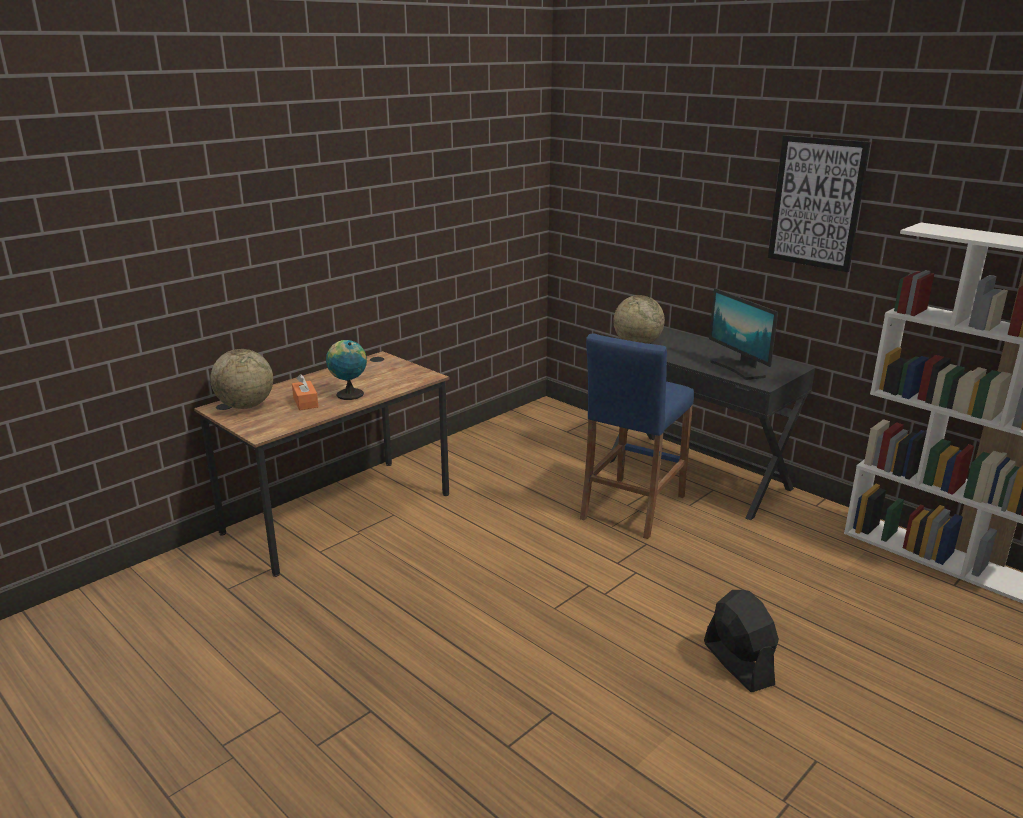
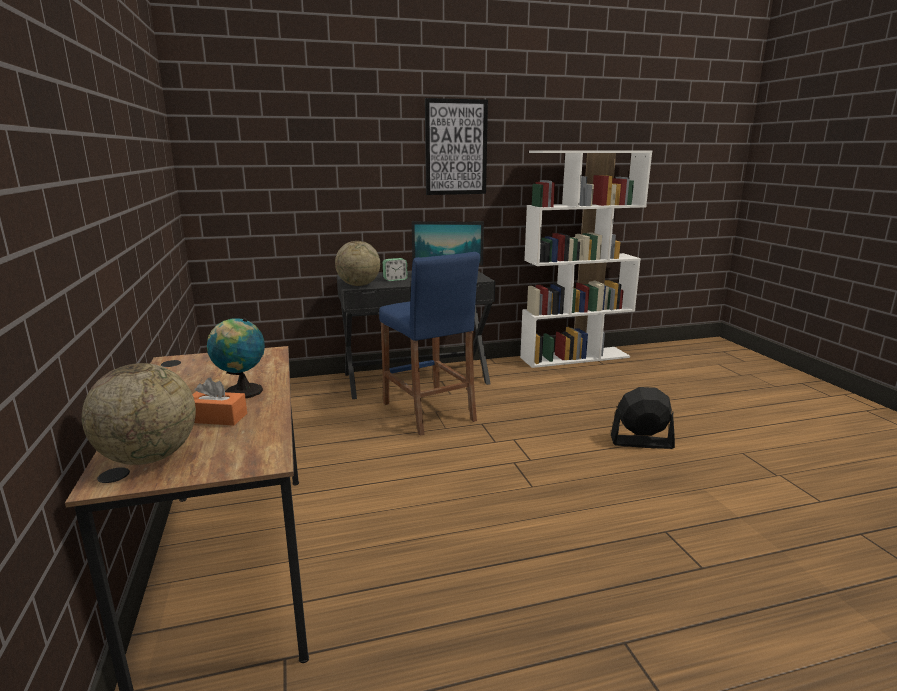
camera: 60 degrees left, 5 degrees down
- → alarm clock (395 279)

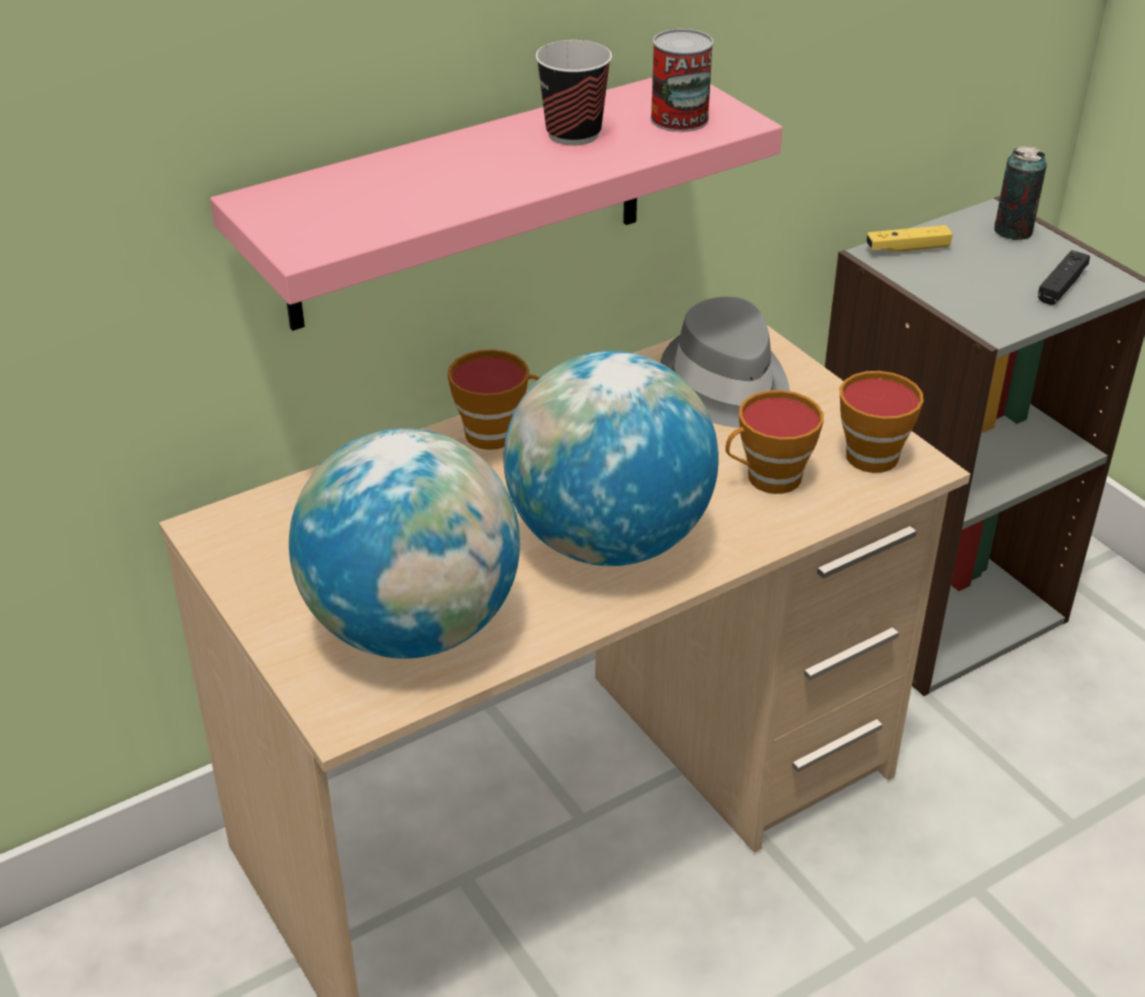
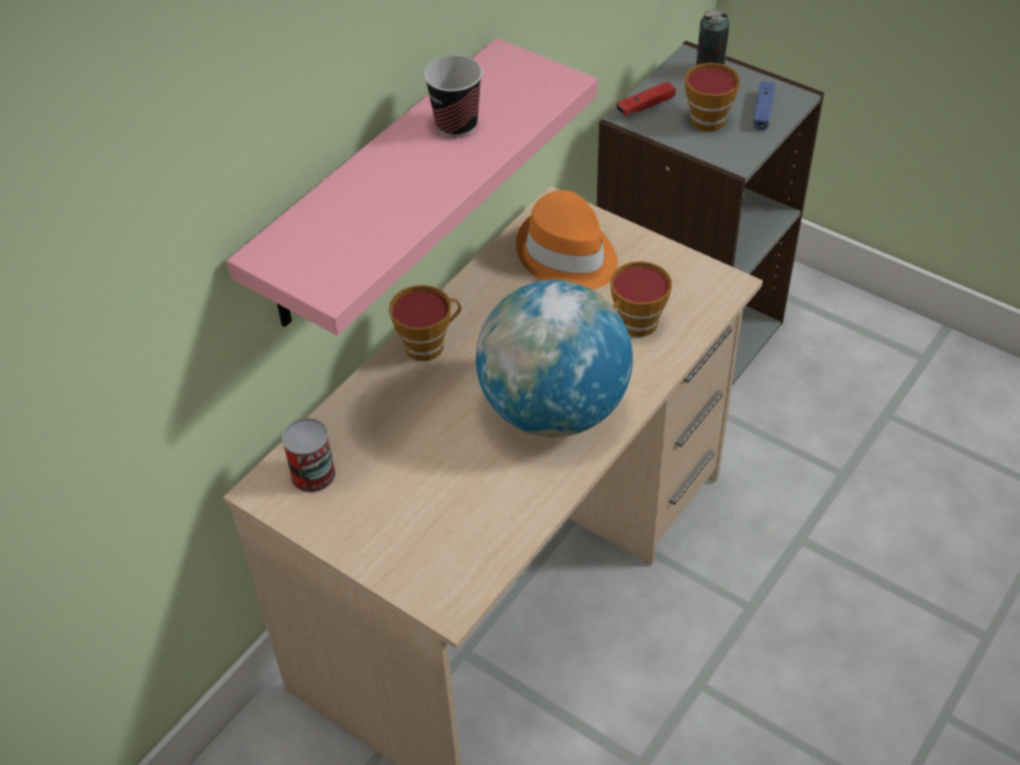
camera: 20 degrees left, 10 degrees up
can (679 119) → can (313 474), move
grey hat (725 385) → orange hat (567 255)
yellow game controller (907 248) → red game controller (645 106)
cup (871 452) → cup (705 118), move
black game controller (1061 286) → blue game controller (763 111)
globe (413 627) → -

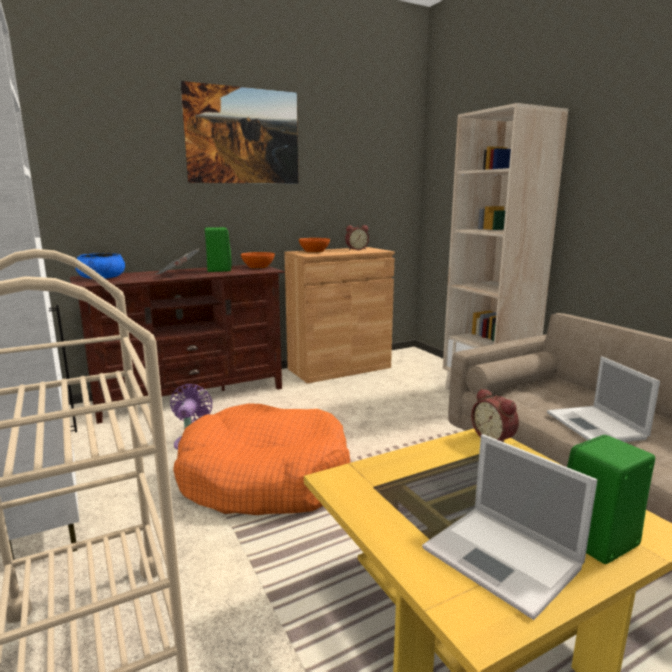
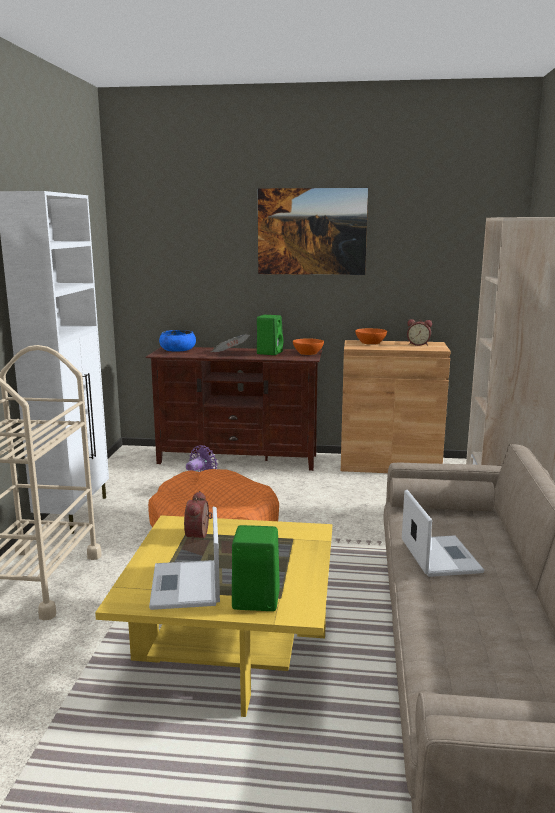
camera: 35 degrees right, 0 degrees up
alarm clock (494 438) → alarm clock (200 535), move
laptop (597 426) → laptop (439 555), 150 degrees clockwise

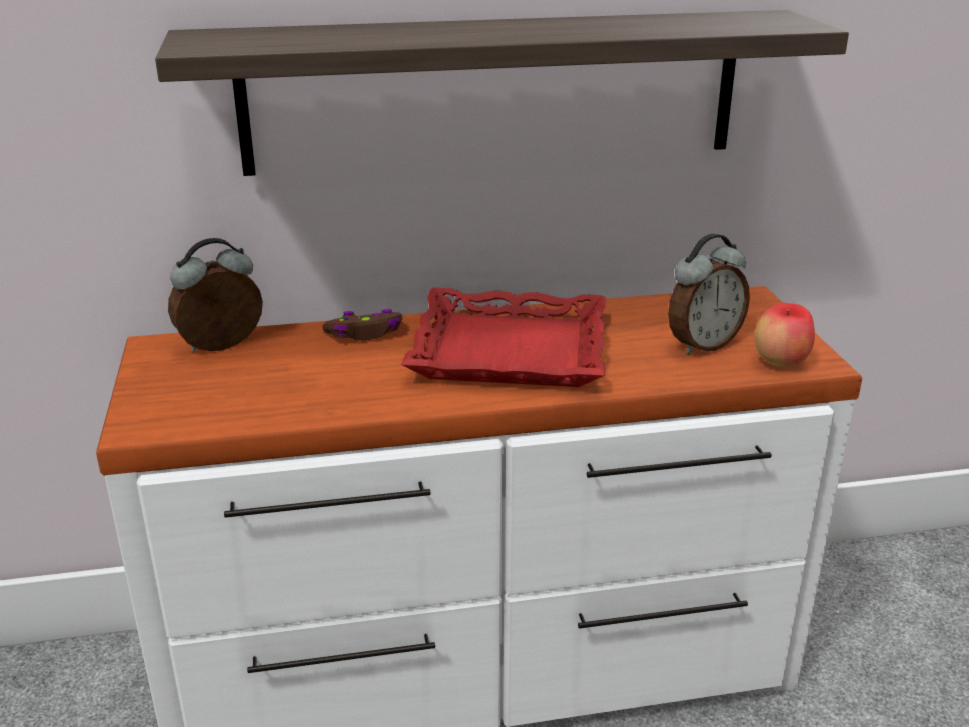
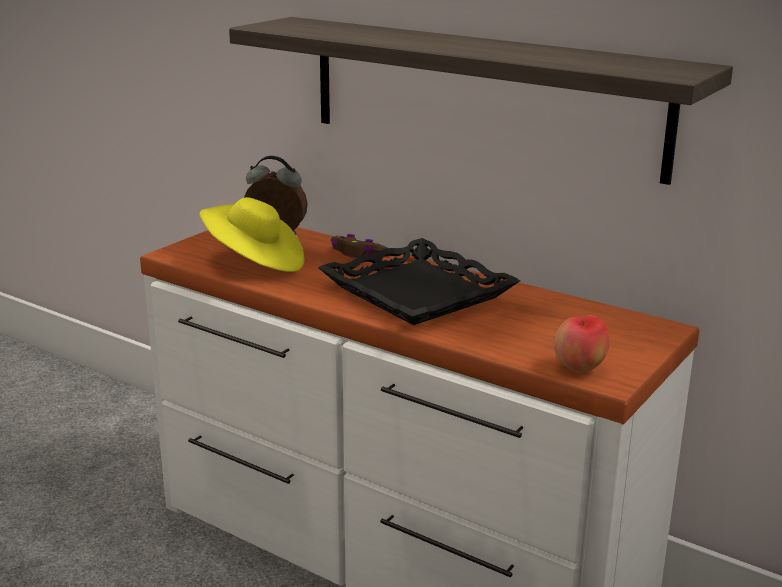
camera: 45 degrees right, 5 degrees down
- → yellow hat (255 262)
red tray (510 350) → black tray (419 292)
alarm clock (702 345) → -

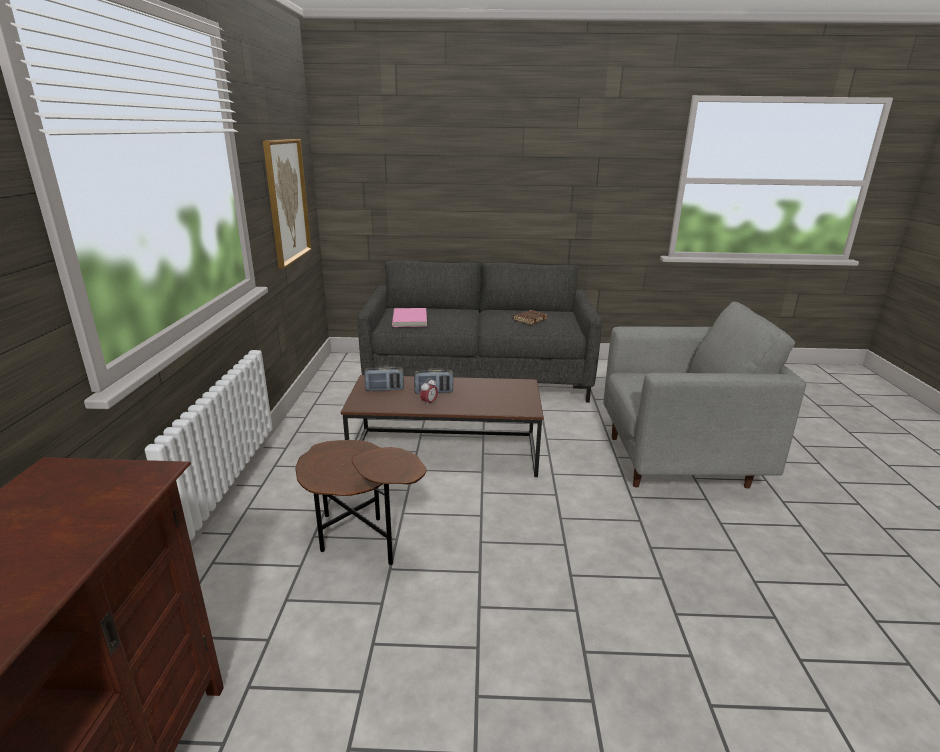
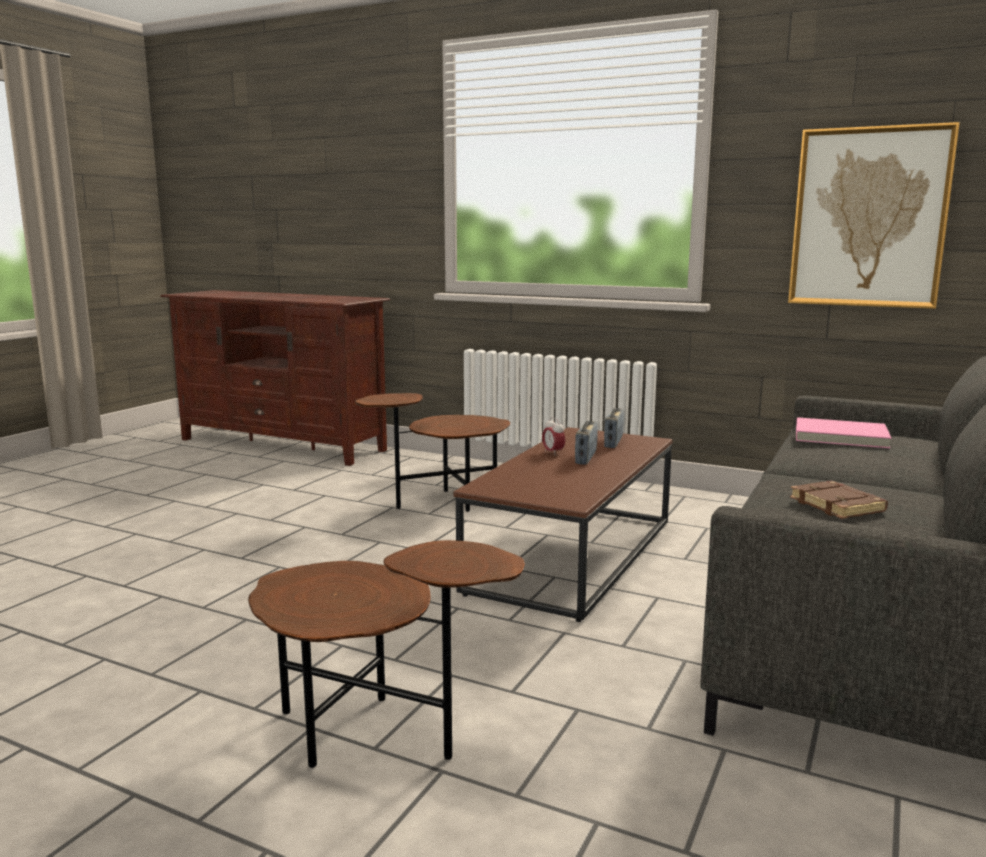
camera: 115 degrees right, 10 degrees down
grey armchair (677 461) → brown side table (374 736)

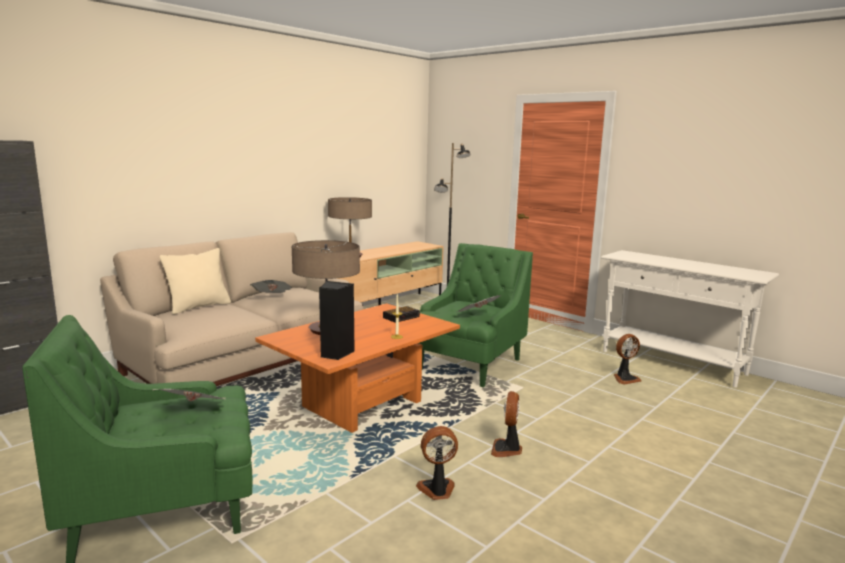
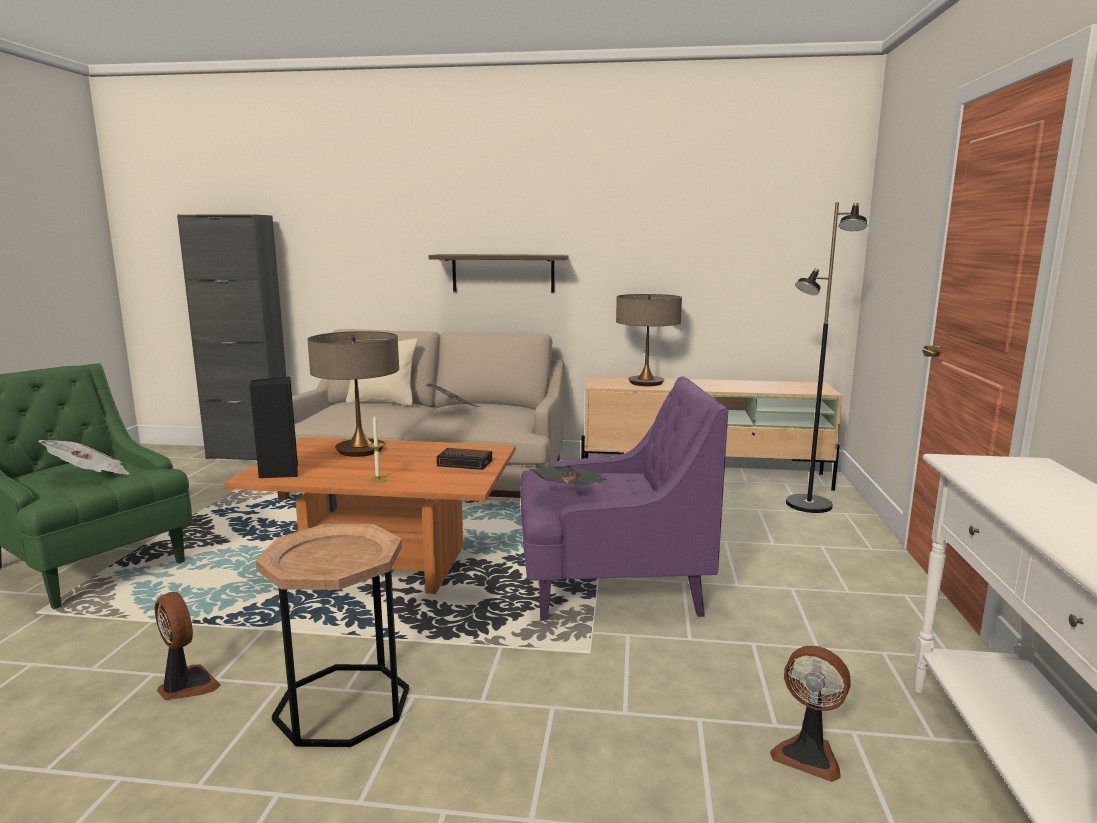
camera: 55 degrees right, 0 degrees up
fan (507 449) → brown side table (342 704)
- → shelf (503 273)
green armchair (469 365) → purple armchair (610 587)

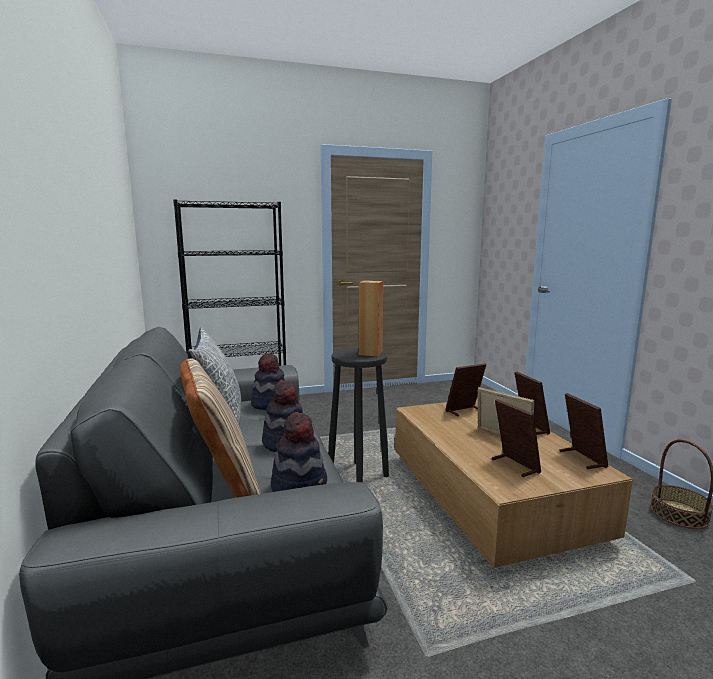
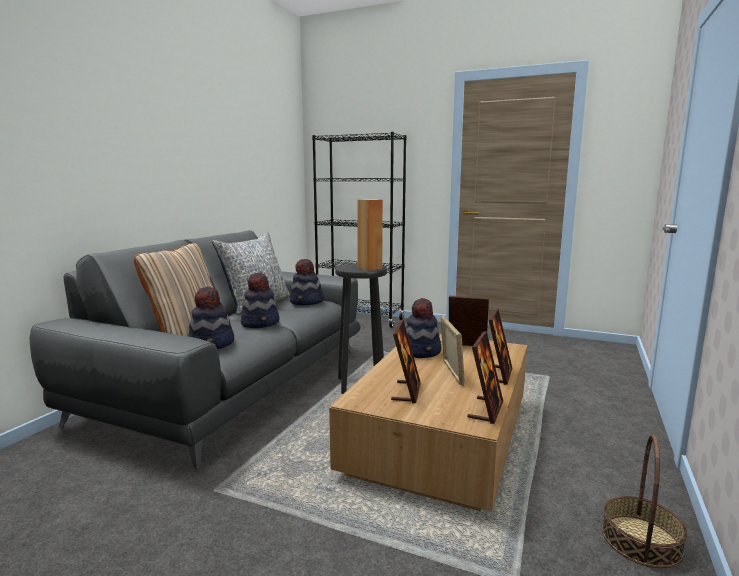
camera: 40 degrees right, 0 degrees up
- → hat (421 352)

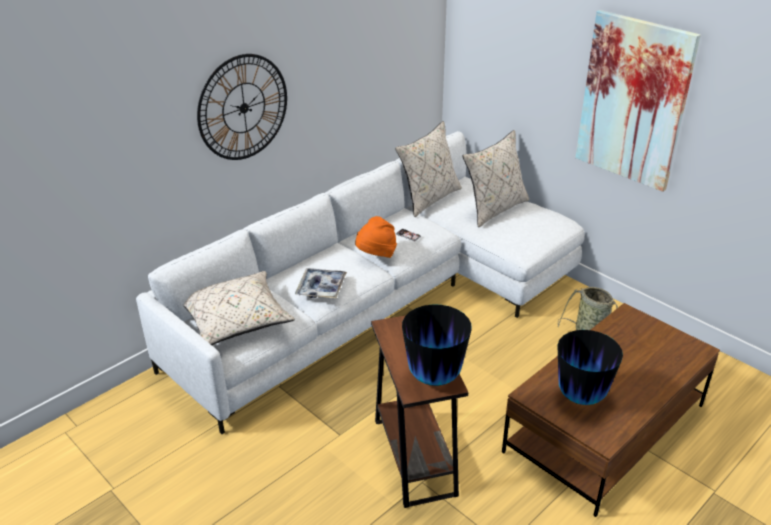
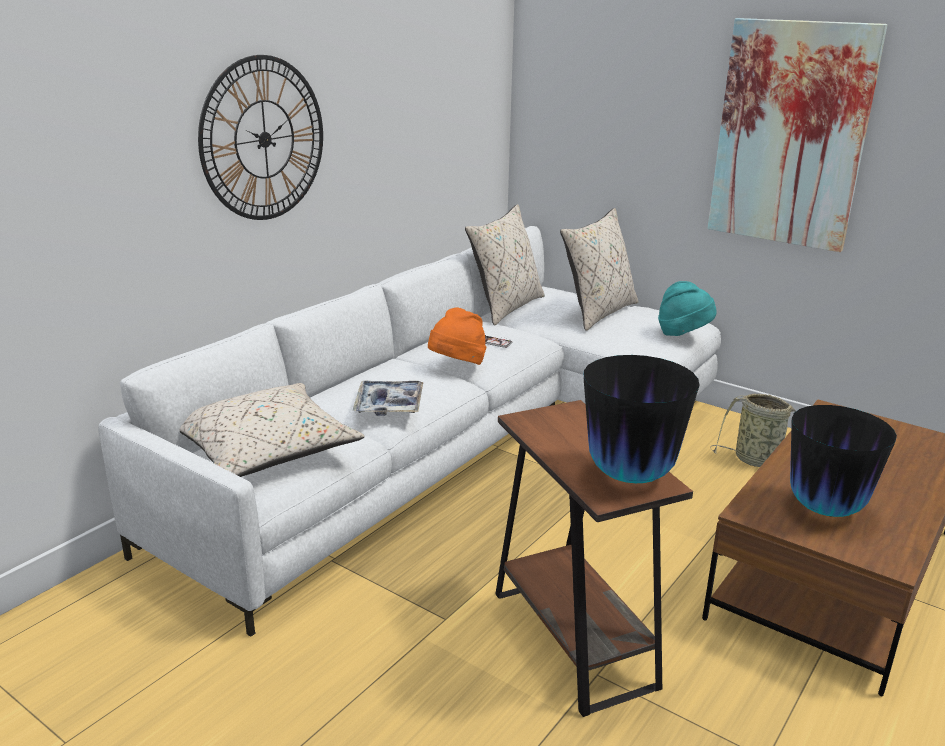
camera: 10 degrees left, 10 degrees down
- → turquoise hat (683 334)

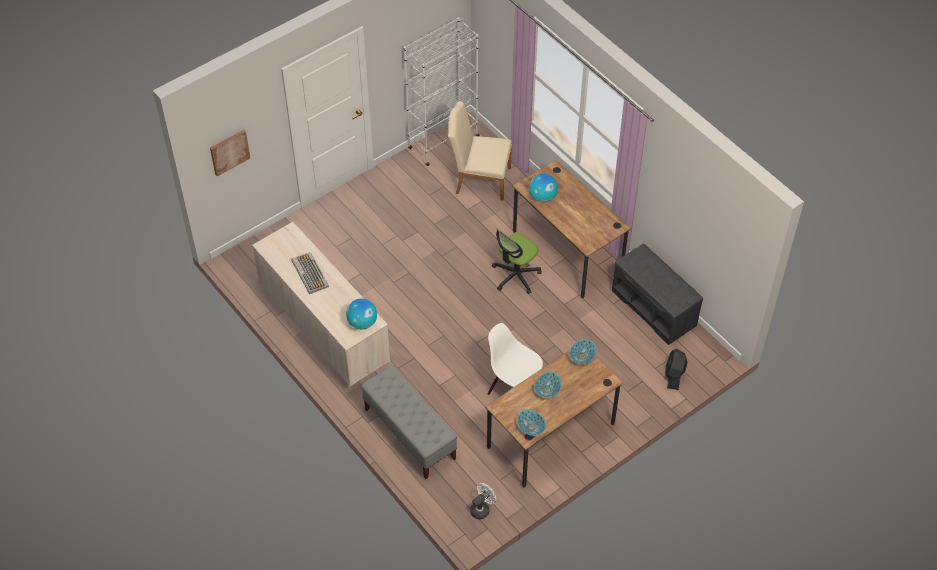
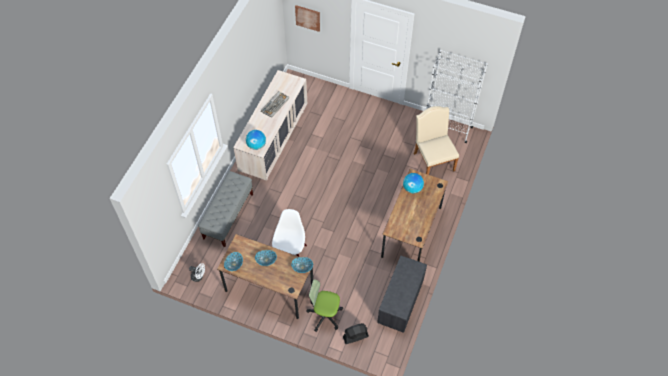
camera: 60 degrees right, 5 degrees up
office chair (515 276) → office chair (325 315), move

